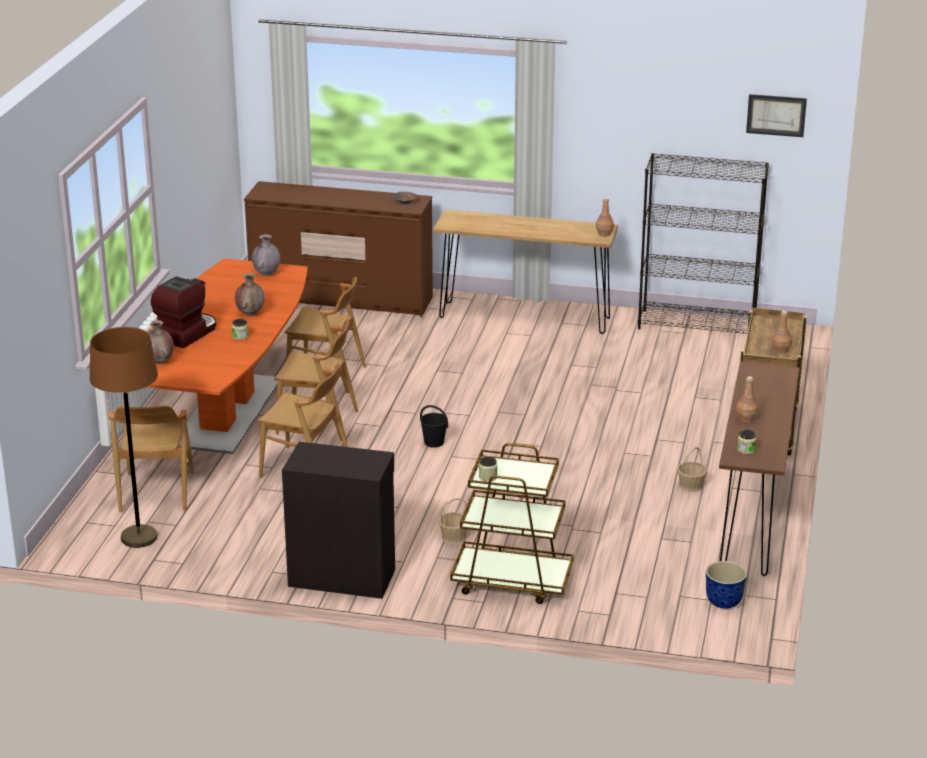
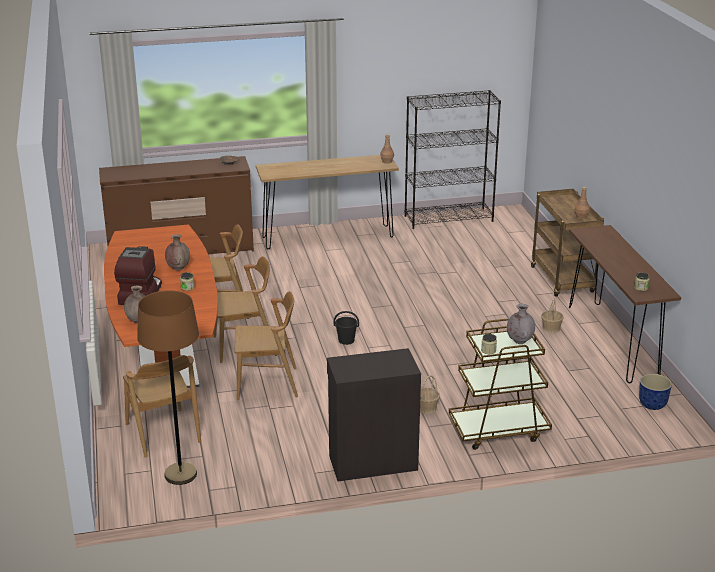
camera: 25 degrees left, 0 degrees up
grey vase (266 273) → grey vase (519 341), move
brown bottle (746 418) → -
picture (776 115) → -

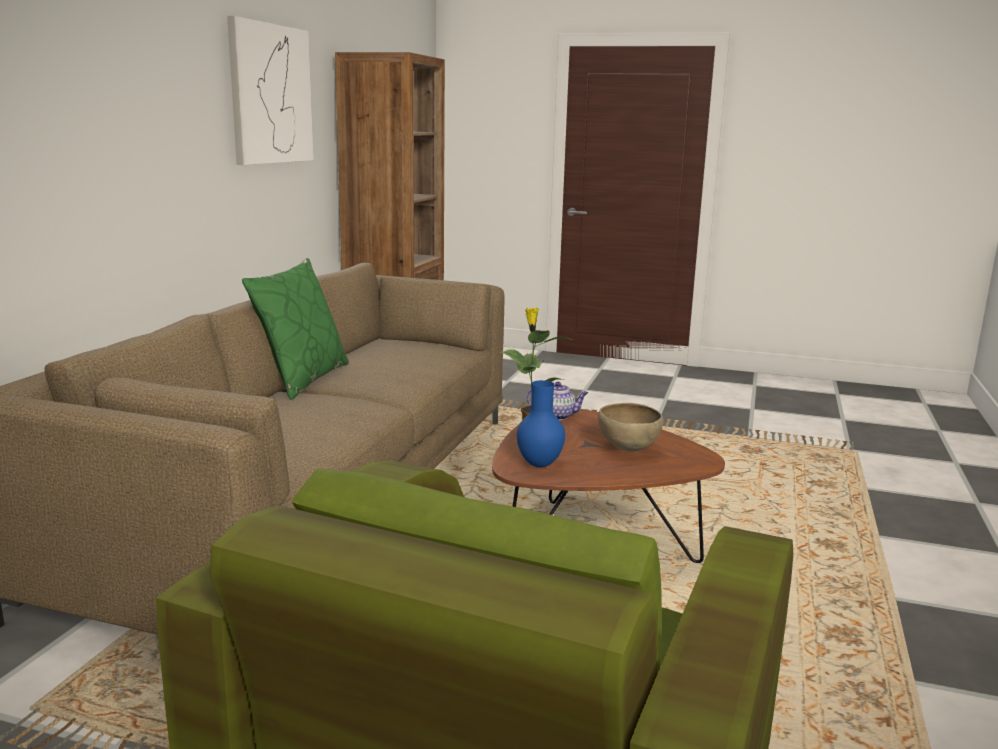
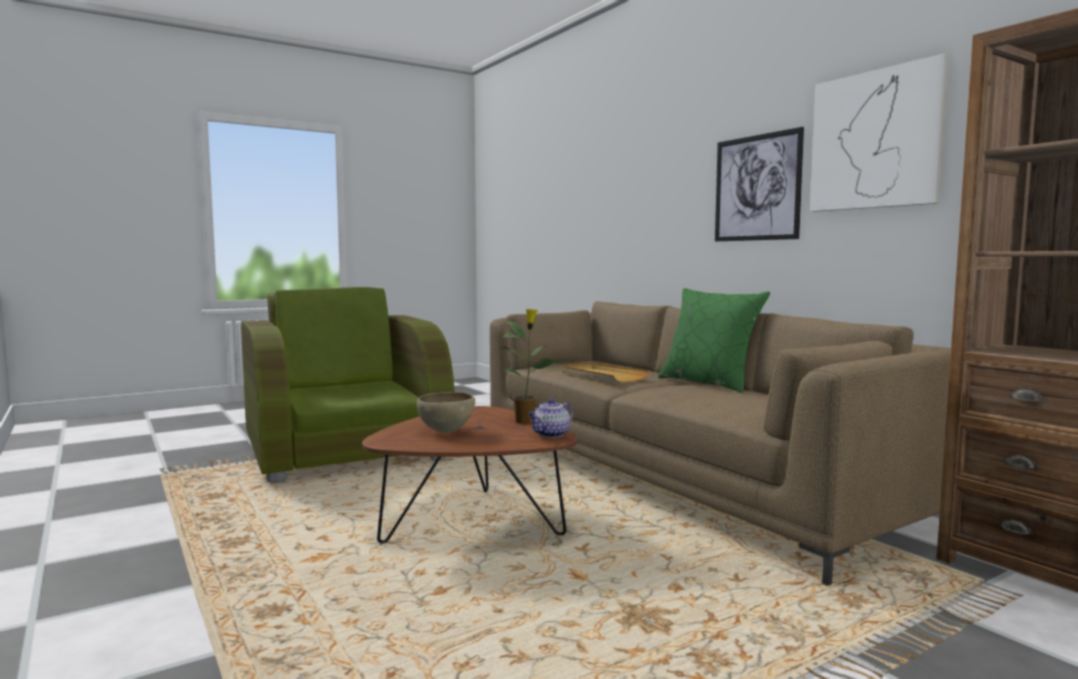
camera: 130 degrees right, 10 degrees down
- → beige tray (602 375)
- → picture (757 188)
blue vase (538 464) → -

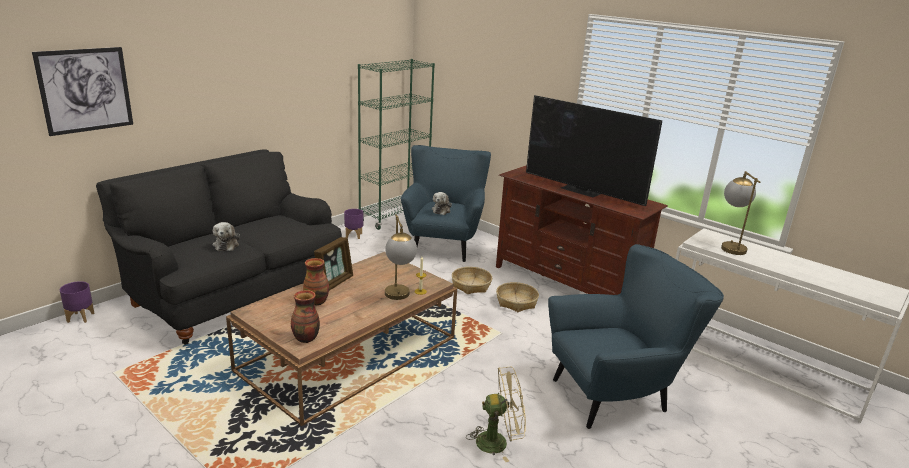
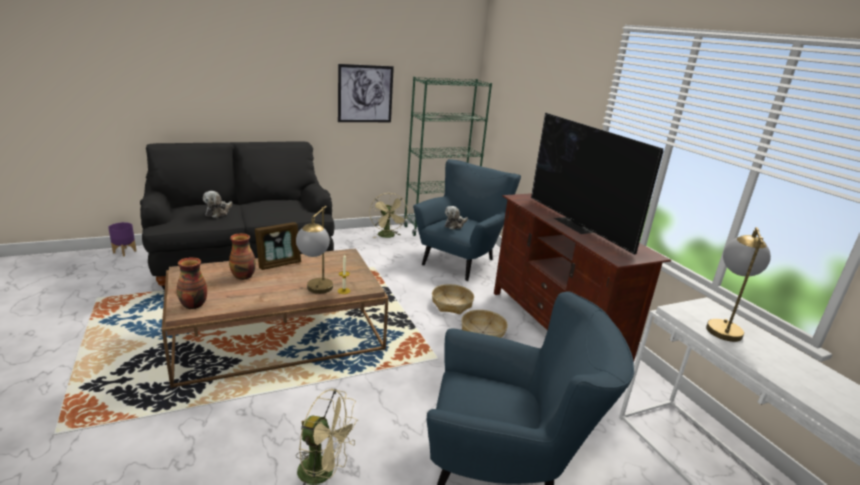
camera: 25 degrees right, 0 degrees up
picture (85 90) → picture (365 94), move
purple planter (354 235) → beige fan (388 236)

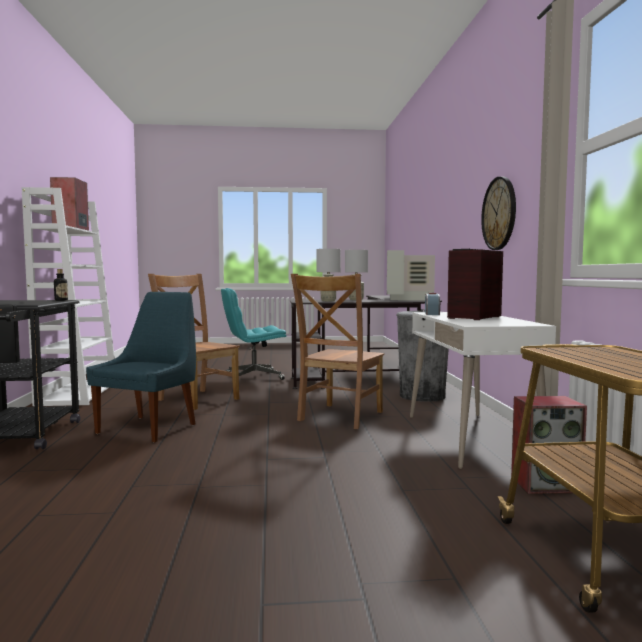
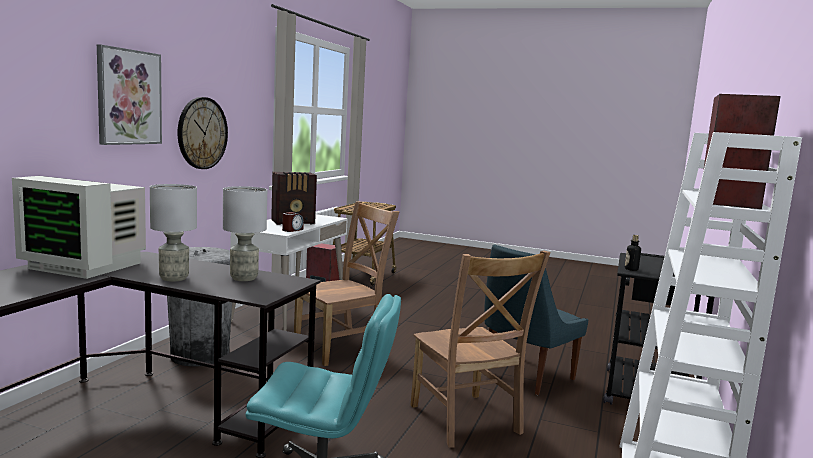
camera: 155 degrees left, 5 degrees up
monitor (410 299) → monitor (87 265), 75 degrees clockwise
- → picture (129 97)

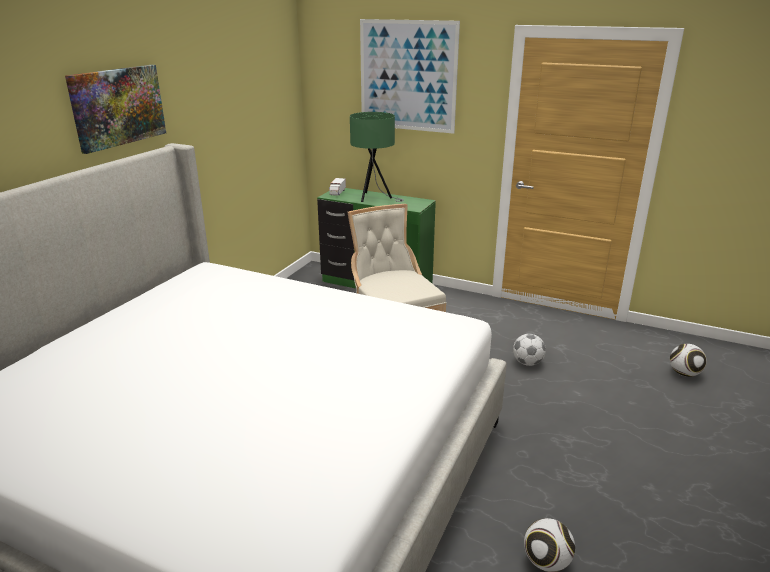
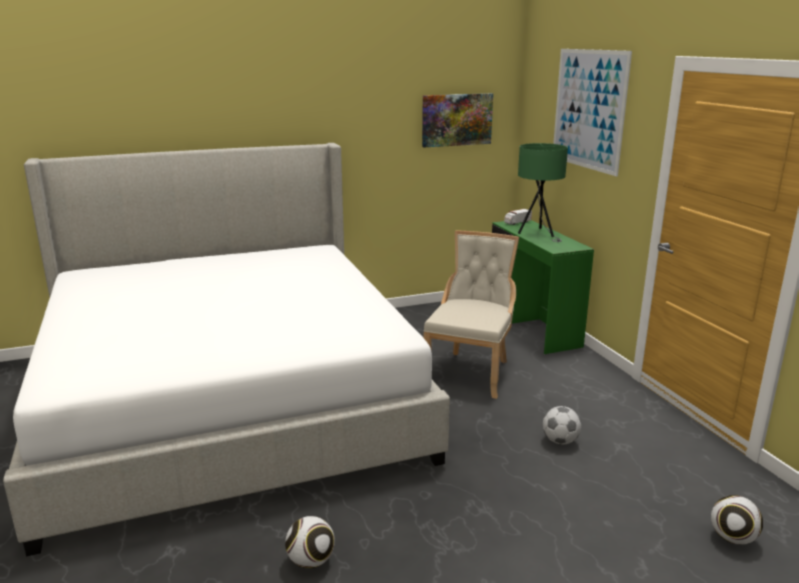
camera: 45 degrees right, 5 degrees down
picture (118 106) → picture (456 119), move

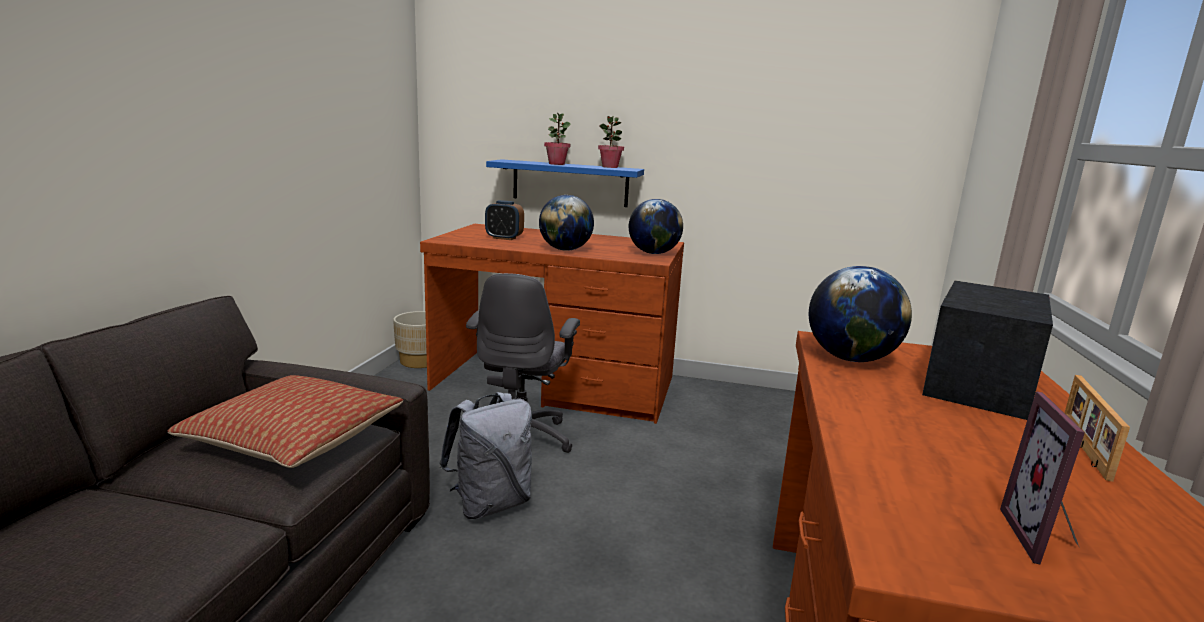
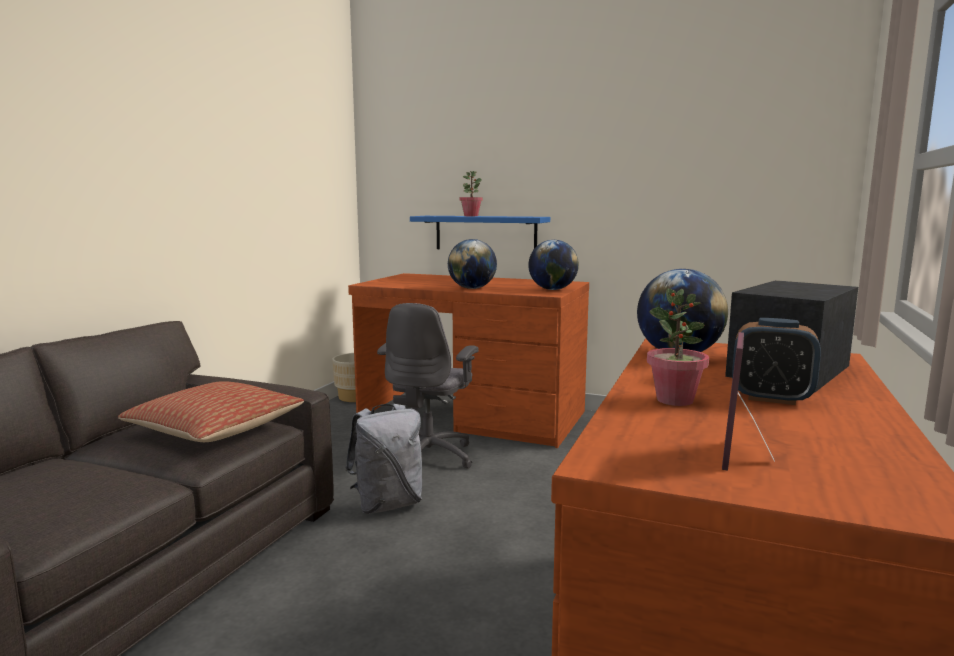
camera: 10 degrees right, 5 degrees down
potted plant (610 167) → potted plant (674 400), move
alarm clock (504 238) → alarm clock (771 398), move
picture frame (1082 447) → -

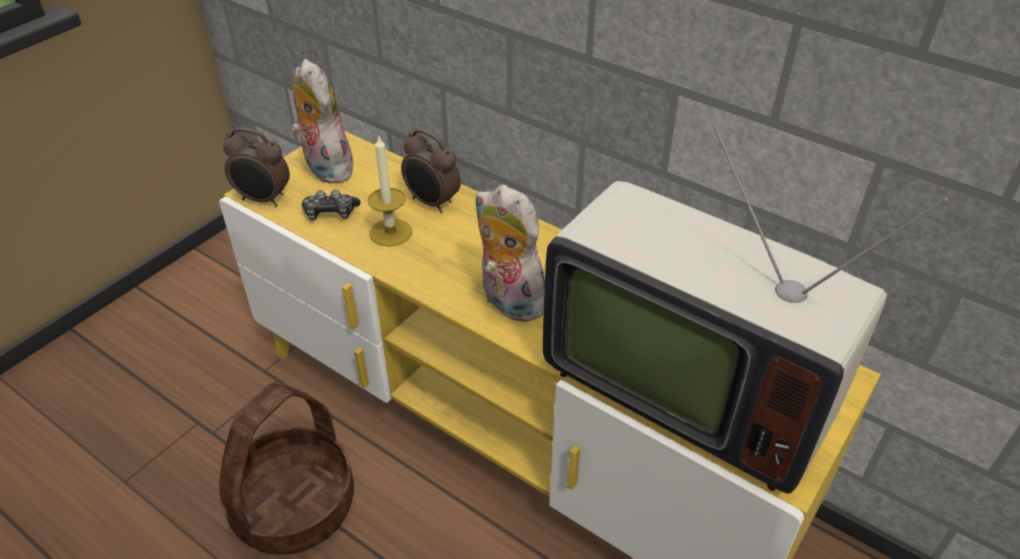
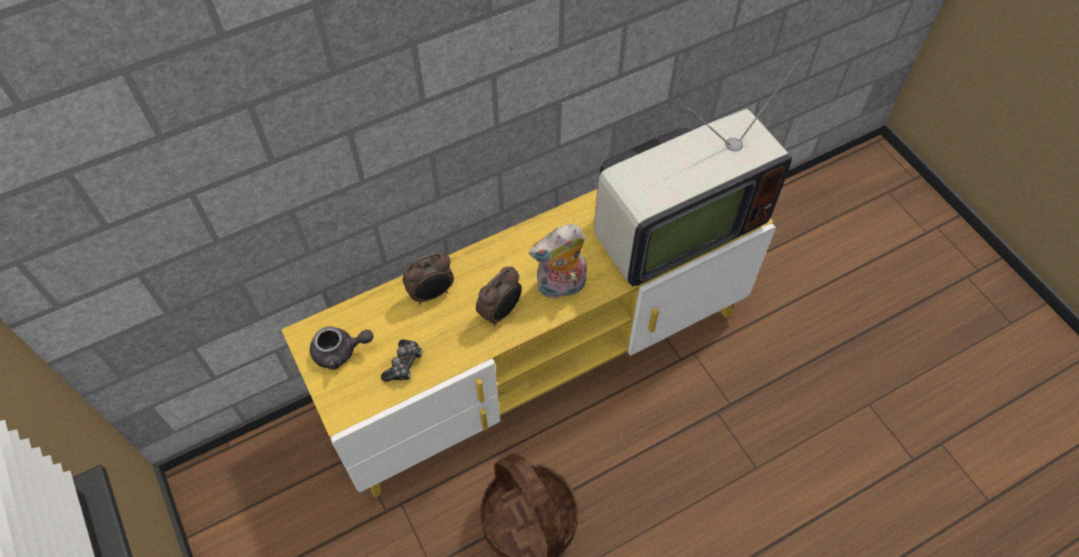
camera: 65 degrees left, 15 degrees up
plush toy (325 168) → grey teapot (340 352)
alarm clock (263 199) → alarm clock (501 312), move
candle (390 232) → -

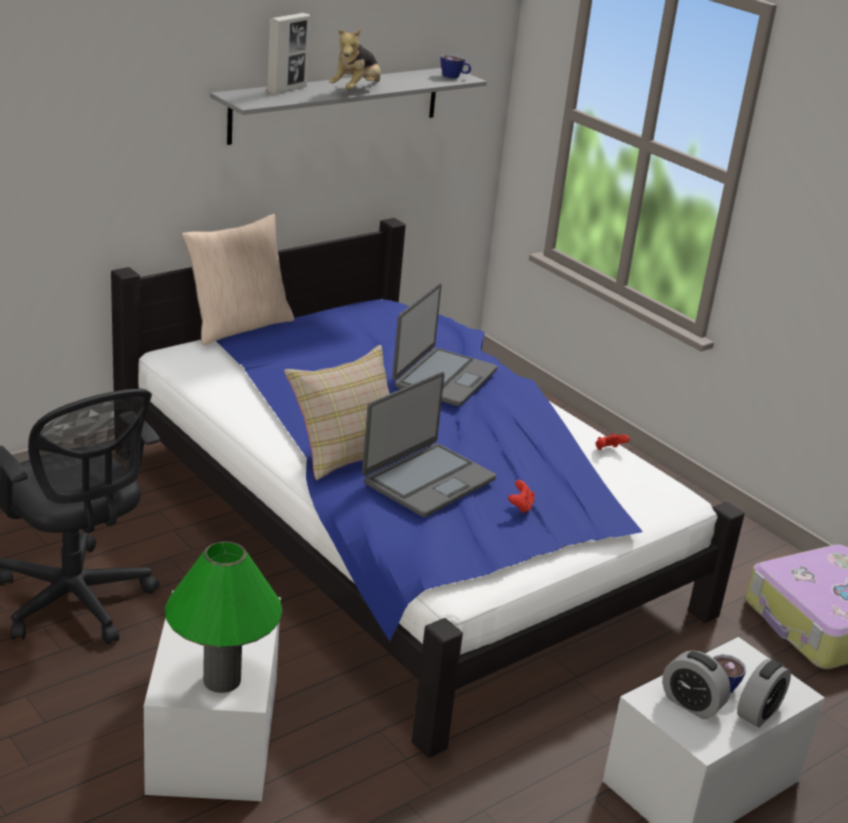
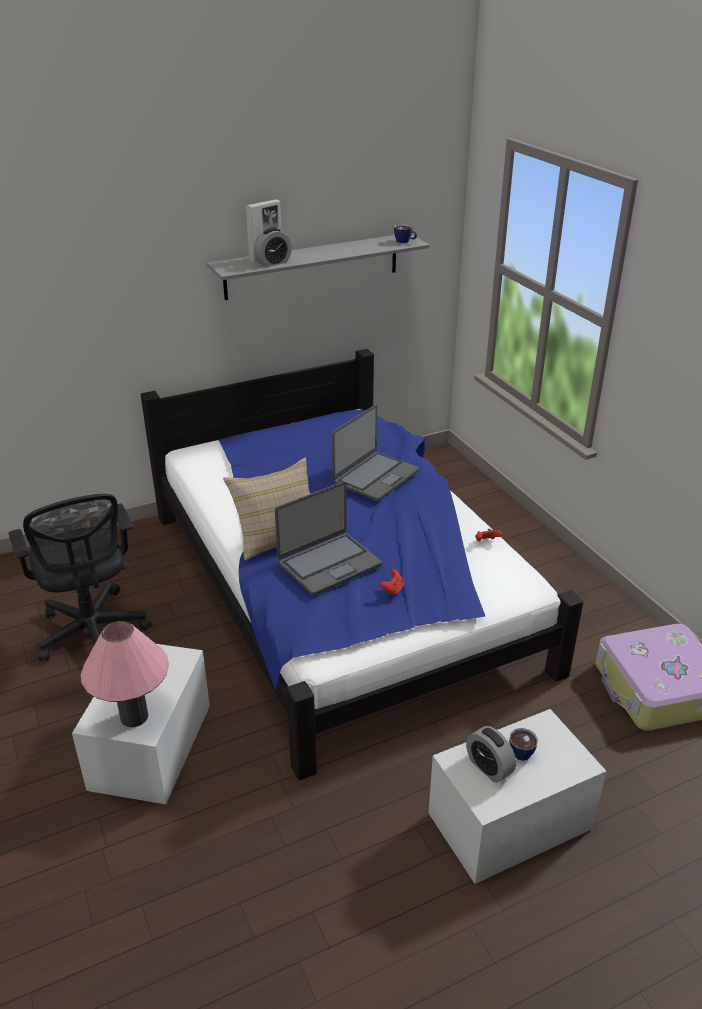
camera: 15 degrees right, 5 degrees up
green table lamp (222 680) → pink table lamp (134 716)
alarm clock (758 712) → alarm clock (273 263), move
beige pillow (238 326) → -
plush toy (356 90) → -

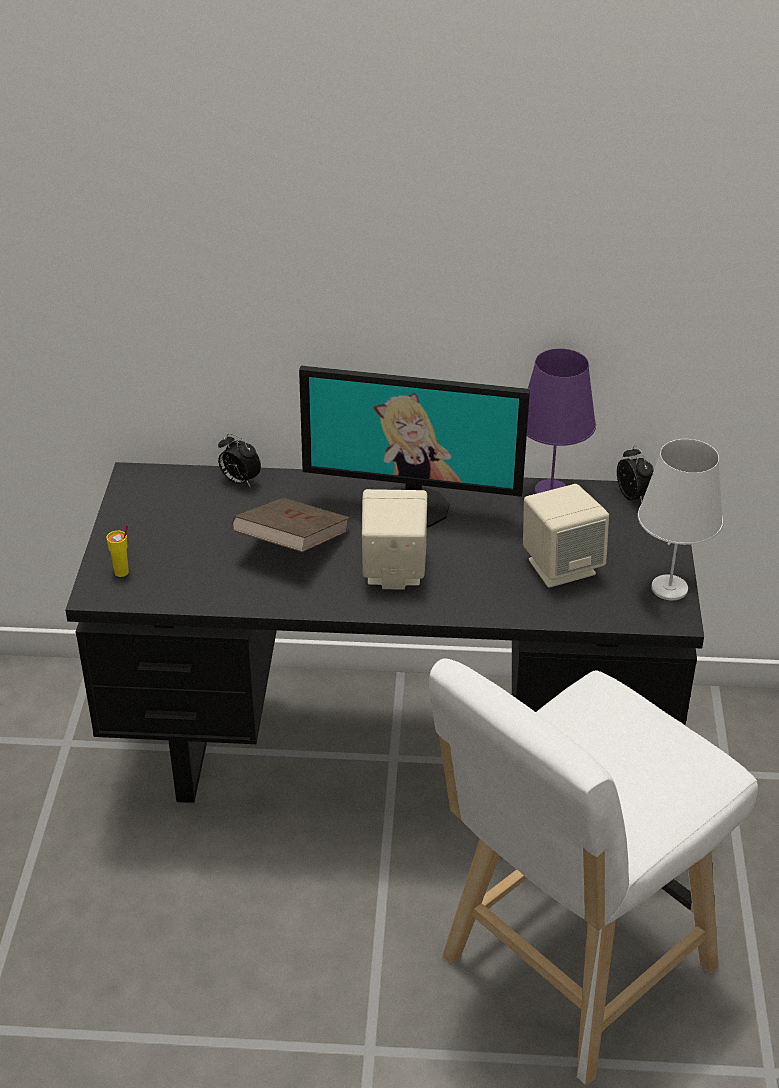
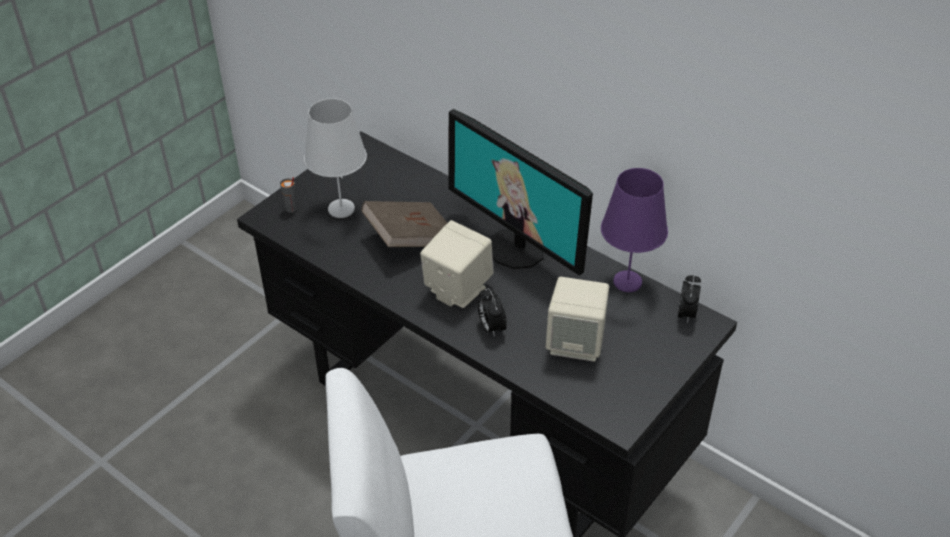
camera: 35 degrees right, 5 degrees up
yellow cup (122 572) → grey cup (291 209)
white table lamp (668 588) → white table lamp (341 209), move
alarm clock (239 481) → alarm clock (491 327), move

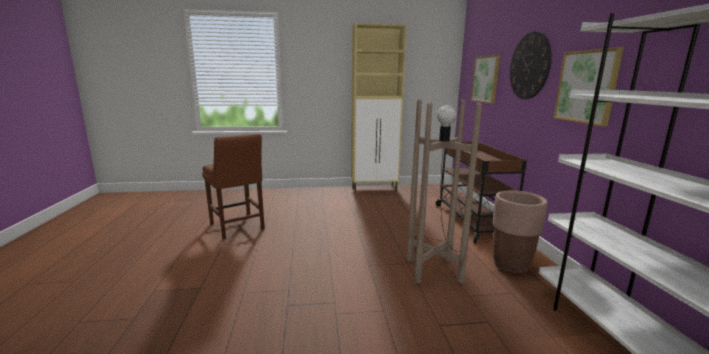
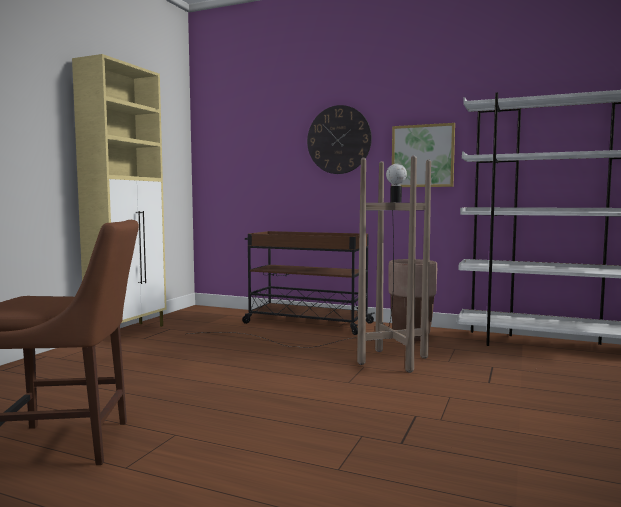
camera: 60 degrees left, 10 degrees down
picture (486 79) → -

